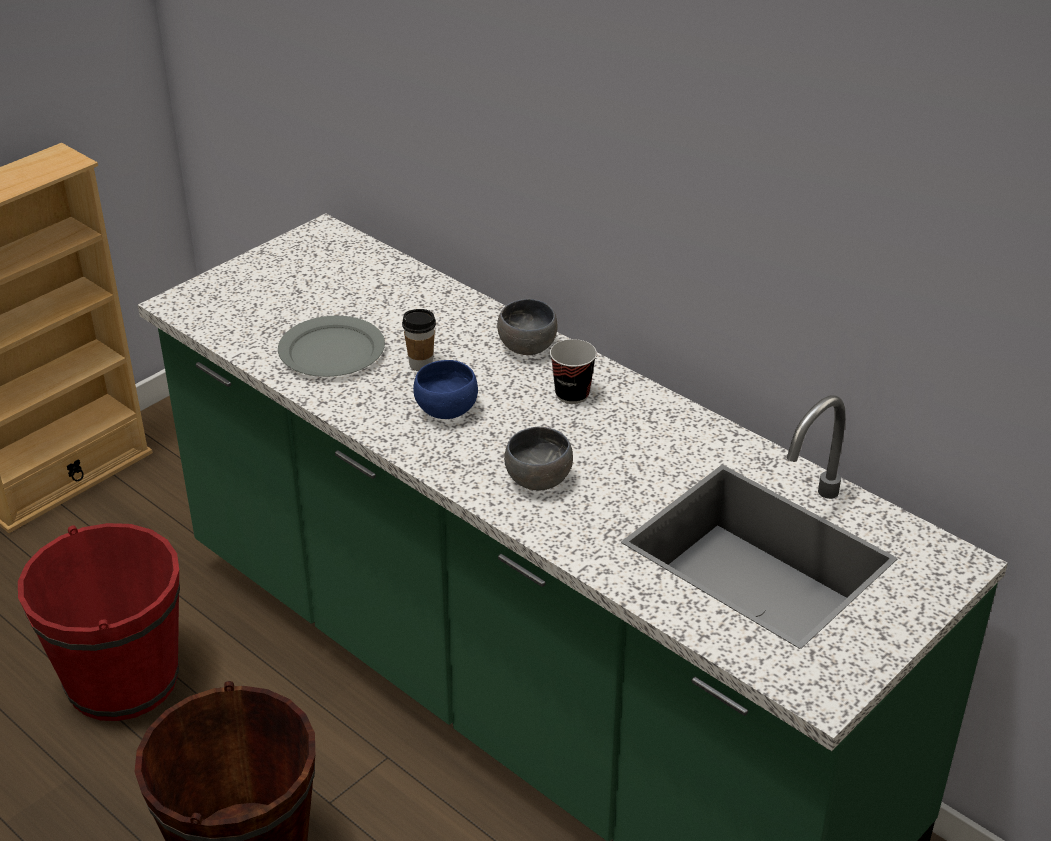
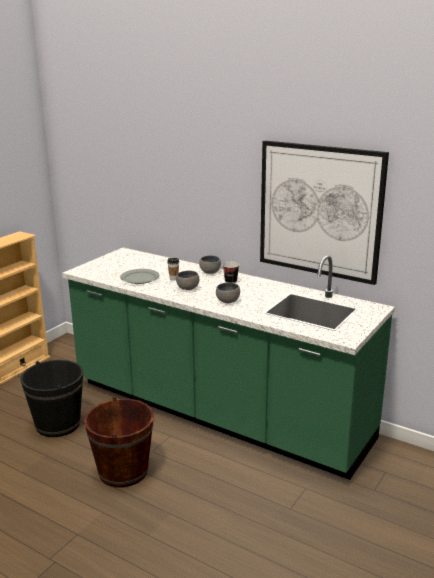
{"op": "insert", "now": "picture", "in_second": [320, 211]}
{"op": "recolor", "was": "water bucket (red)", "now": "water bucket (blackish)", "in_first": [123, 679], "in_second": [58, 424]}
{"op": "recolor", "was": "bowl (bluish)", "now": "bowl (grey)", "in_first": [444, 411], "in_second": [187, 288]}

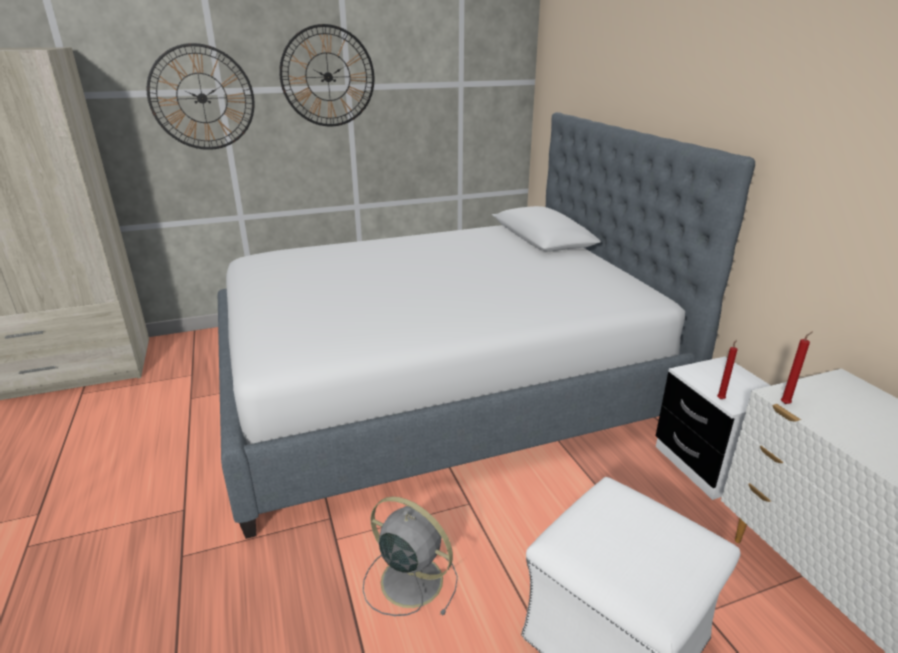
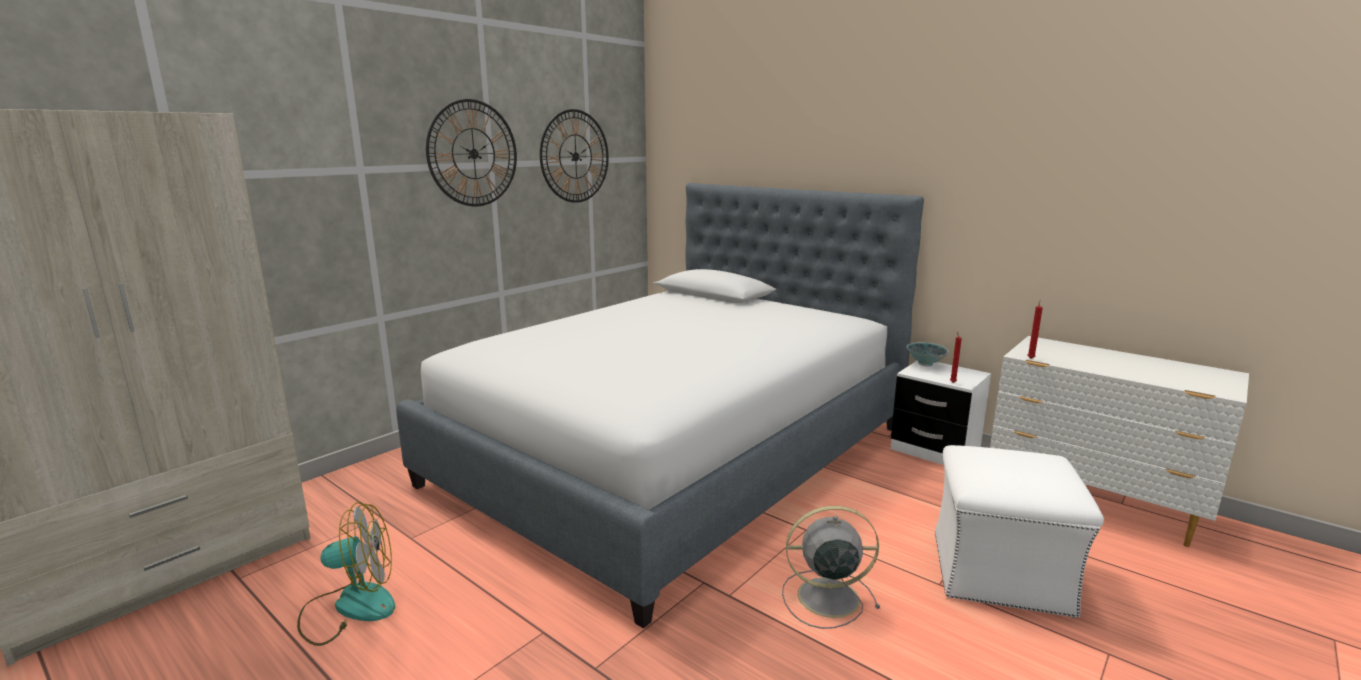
{"op": "insert", "now": "fan", "in_second": [350, 607]}
{"op": "insert", "now": "bowl", "in_second": [925, 364]}
{"op": "move", "was": "clock on the wall", "in_first": [202, 98], "in_second": [575, 156]}

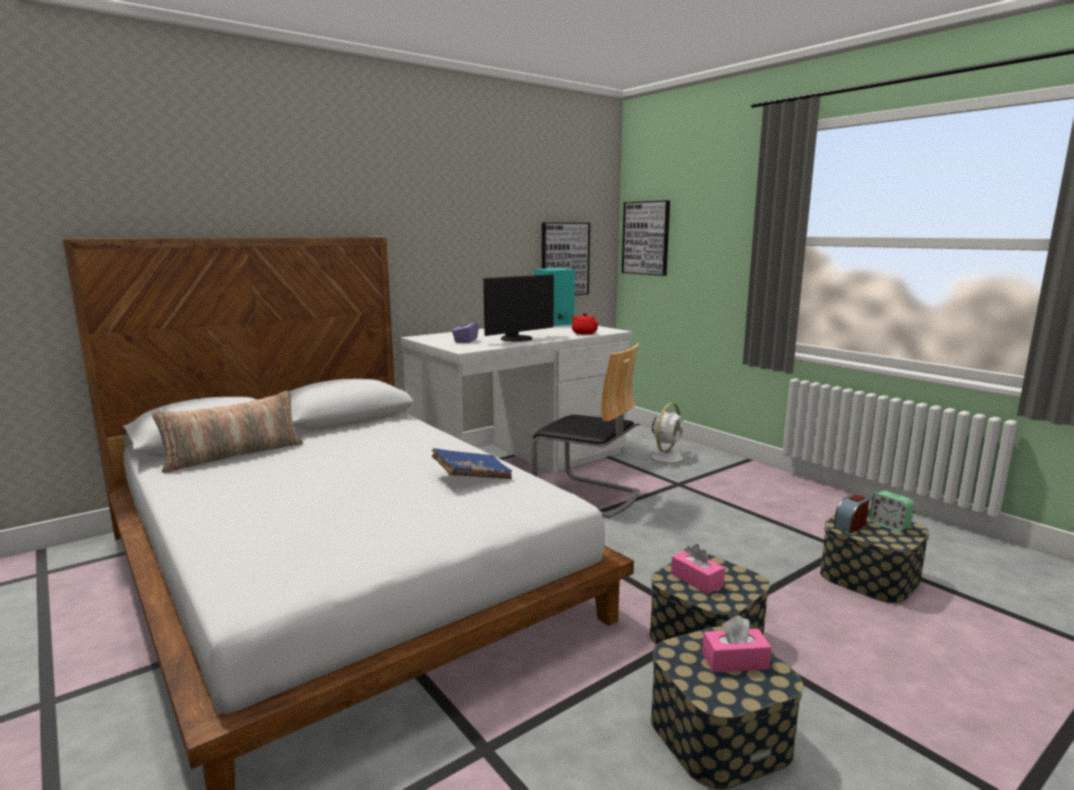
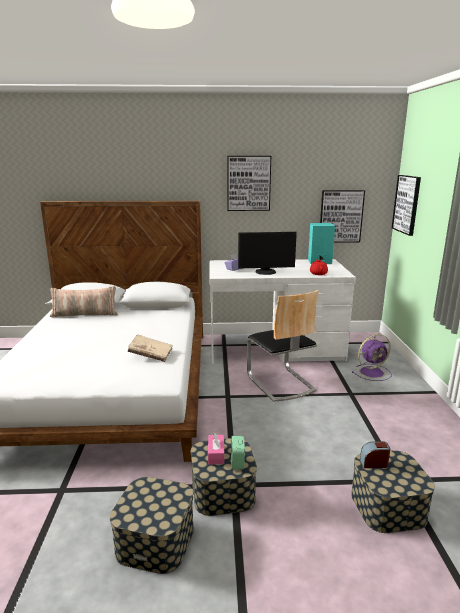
{"op": "delete", "was": "tissue box (pink)", "in_first": [735, 661]}
{"op": "insert", "now": "picture", "in_second": [248, 183]}
{"op": "move", "was": "bedside clock", "in_first": [889, 525], "in_second": [237, 462]}
{"op": "recolor", "was": "book (bluish)", "now": "book (sand-coloured)", "in_first": [472, 476], "in_second": [150, 354]}
{"op": "recolor", "was": "fan (white-coloured)", "now": "fan (purple)", "in_first": [667, 457], "in_second": [372, 372]}

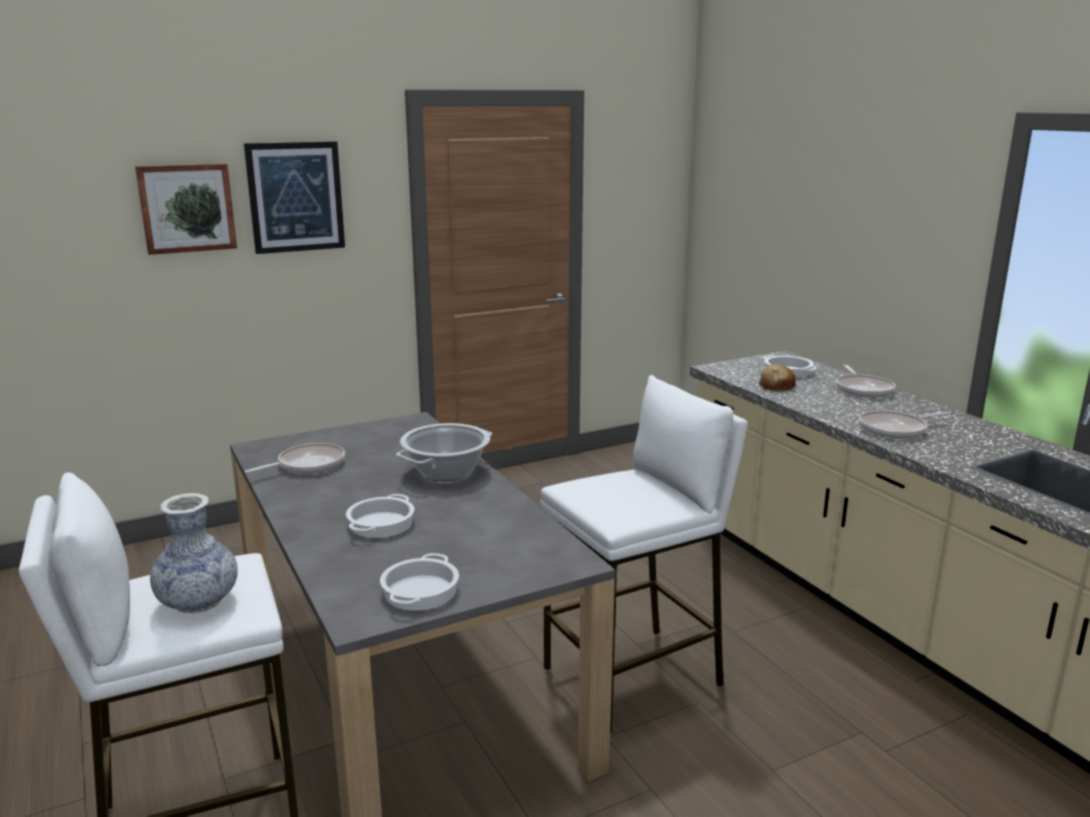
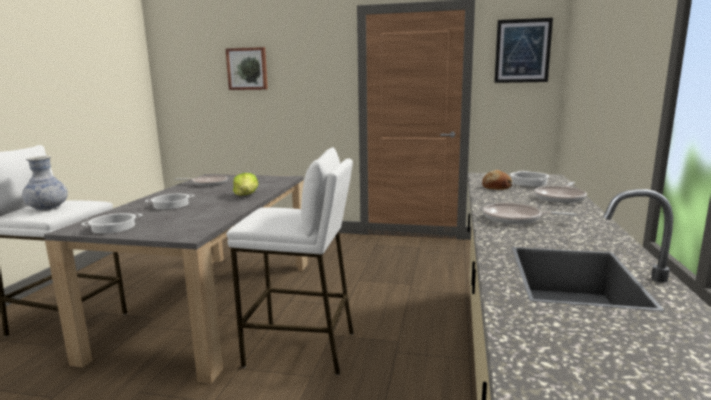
{"op": "move", "was": "picture", "in_first": [295, 197], "in_second": [522, 51]}
{"op": "replace", "was": "cooking pot", "now": "lettuce", "in_first": [446, 471], "in_second": [246, 195]}

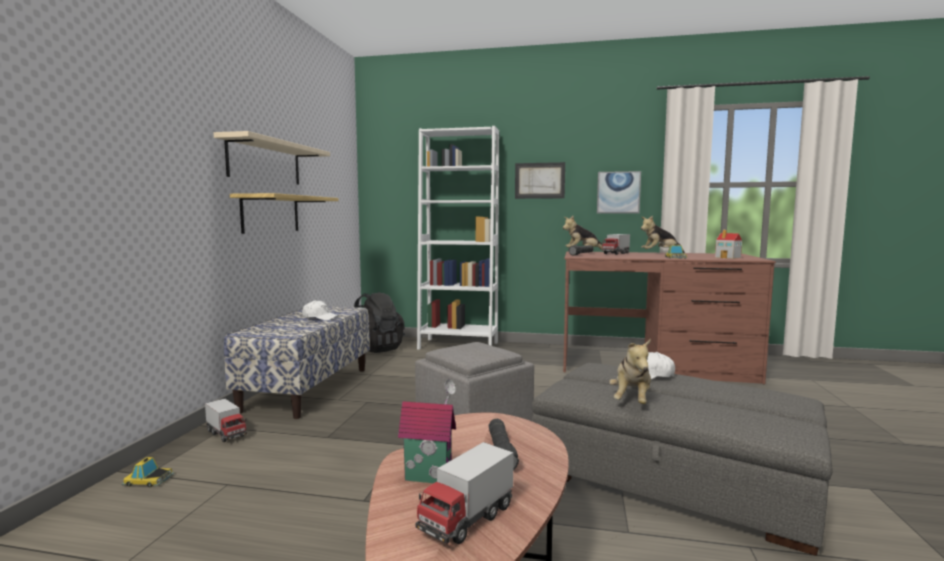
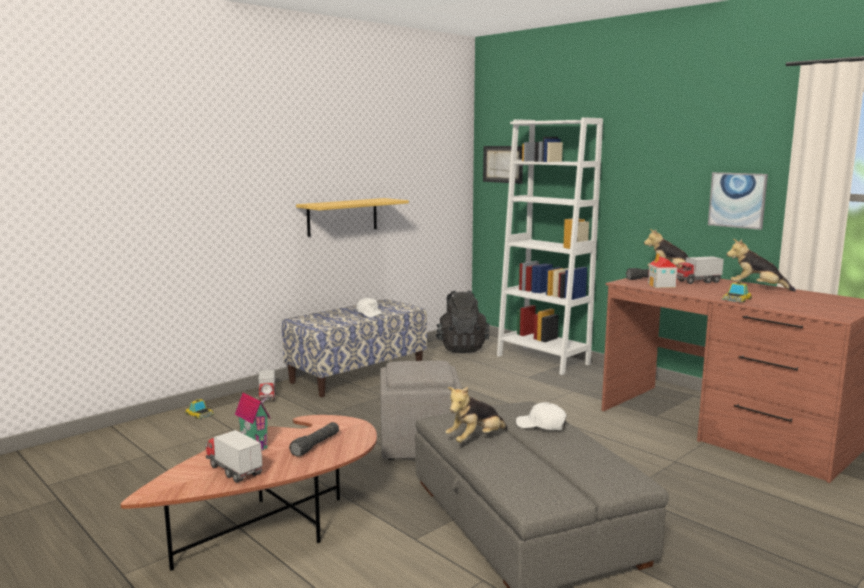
{"op": "delete", "was": "bracket shelf (sand-coloured)", "in_first": [265, 162]}
{"op": "move", "was": "picture", "in_first": [539, 180], "in_second": [503, 164]}
{"op": "move", "was": "model house", "in_first": [728, 257], "in_second": [662, 285]}
{"op": "rotate", "was": "toy lorry", "in_first": [466, 519], "in_second": [234, 470], "clockwise": 60}

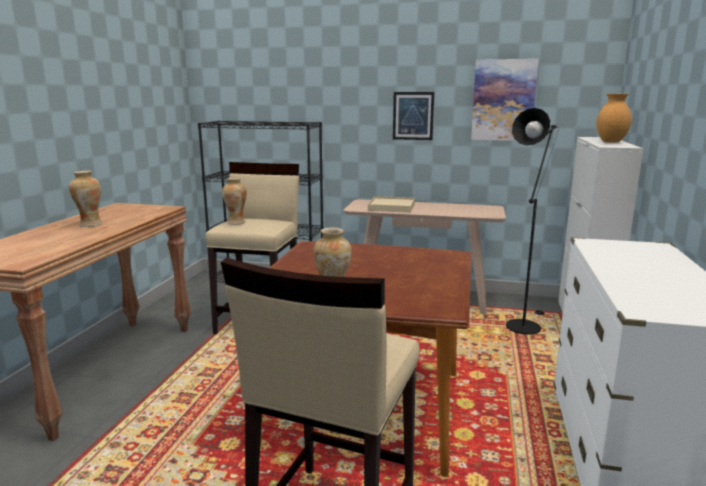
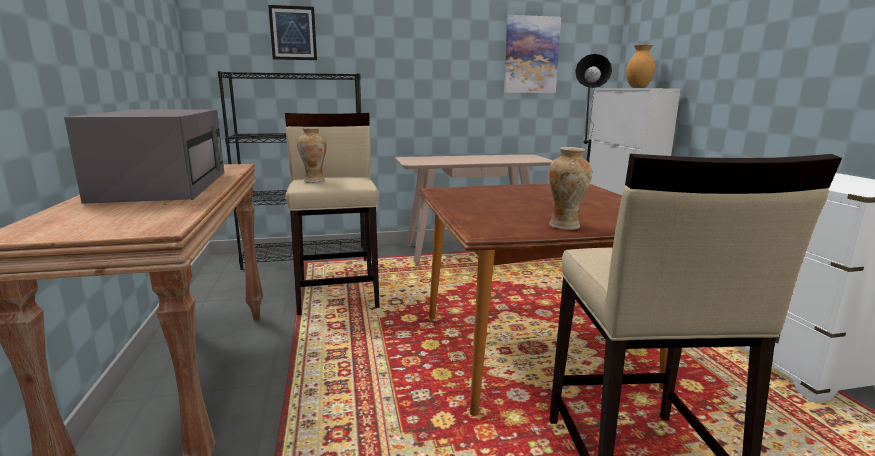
{"op": "delete", "was": "tray (sand-coloured)", "in_first": [391, 207]}
{"op": "move", "was": "picture", "in_first": [413, 116], "in_second": [293, 33]}
{"op": "replace", "was": "vase", "now": "microwave oven (grey)", "in_first": [90, 224], "in_second": [165, 185]}

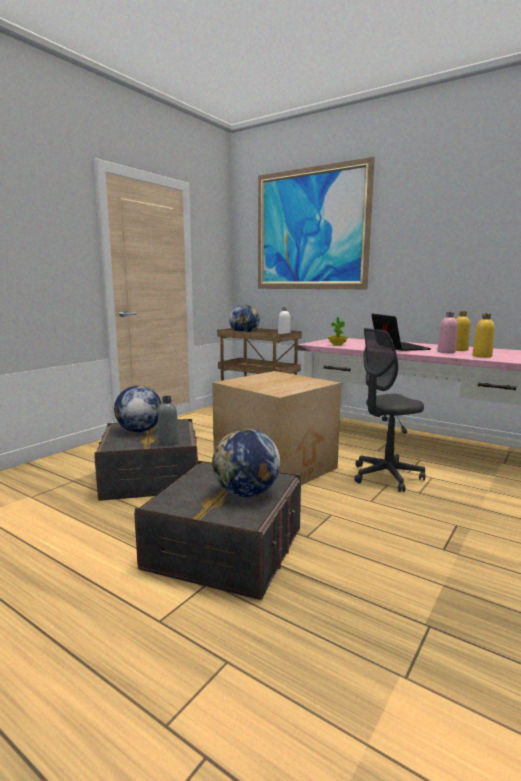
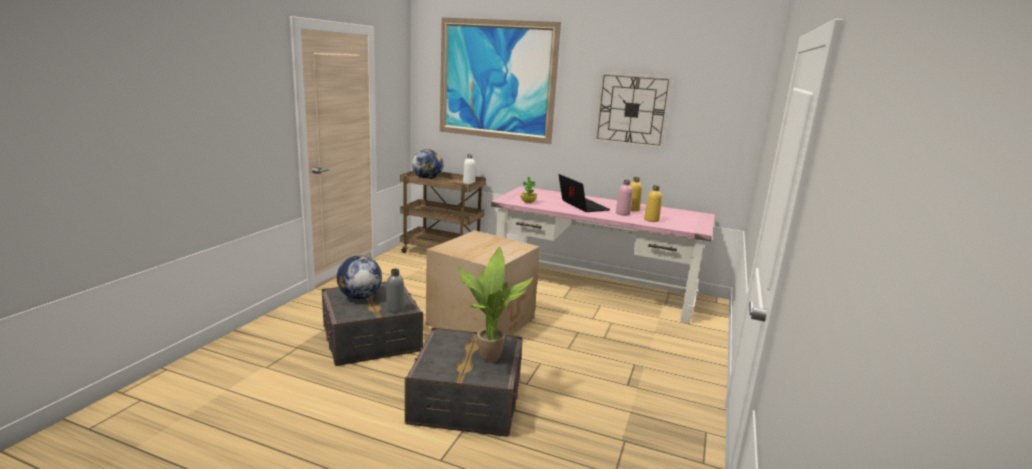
{"op": "delete", "was": "desk chair (grey)", "in_first": [386, 477]}
{"op": "insert", "now": "clock on the wall", "in_second": [632, 110]}
{"op": "replace", "was": "world globe", "now": "potted plant", "in_first": [246, 493], "in_second": [486, 357]}

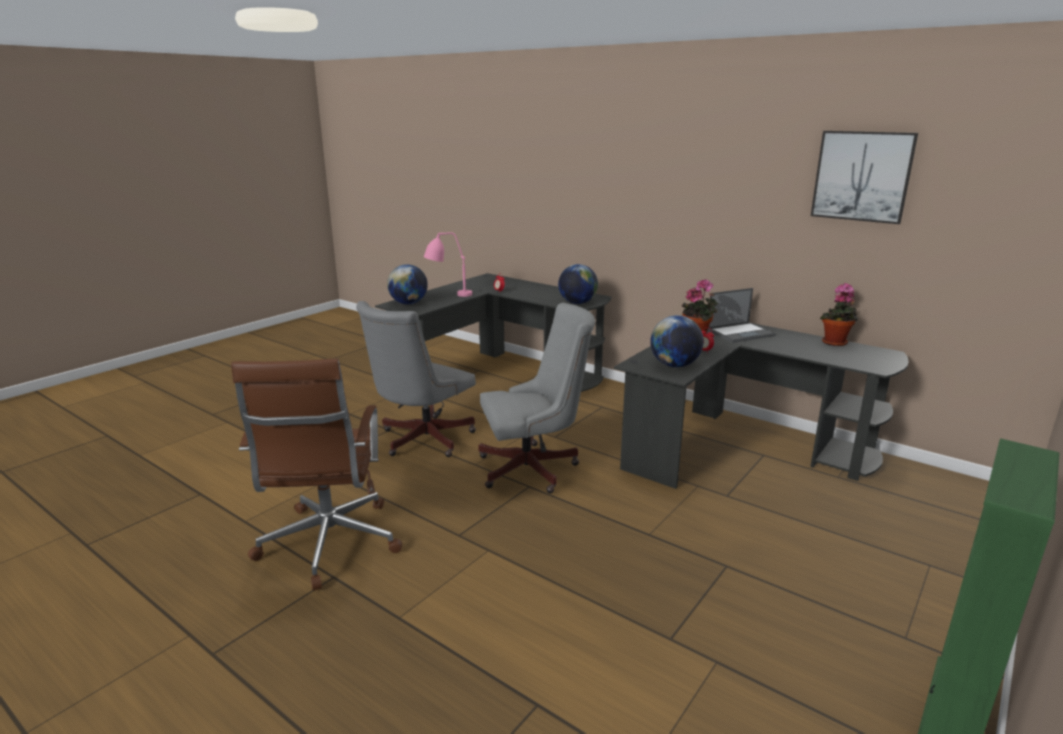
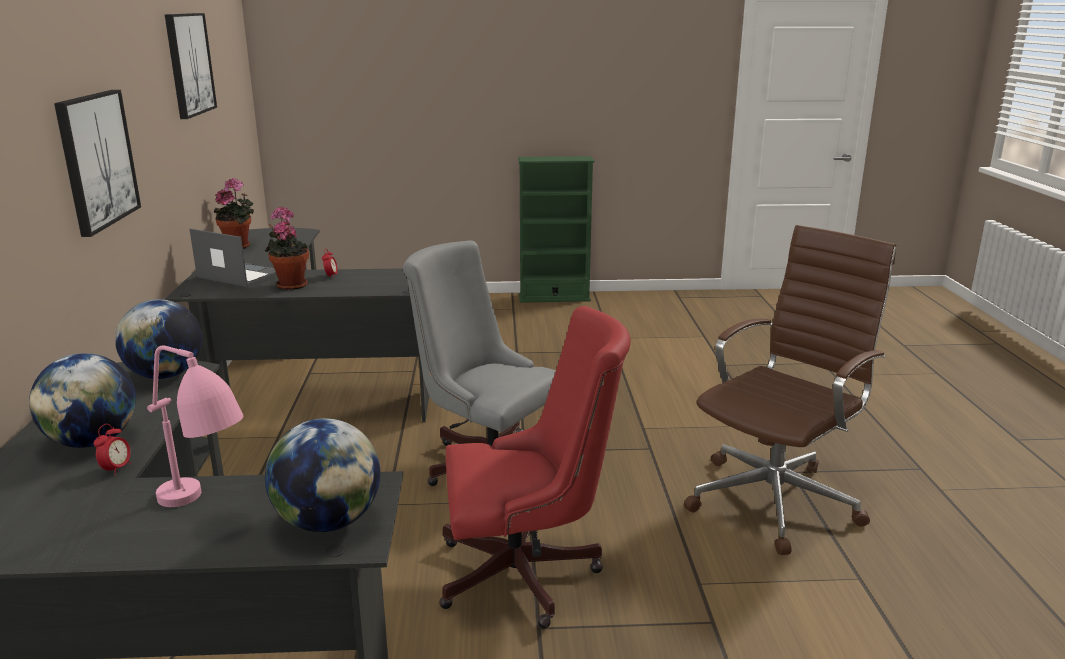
{"op": "insert", "now": "picture", "in_second": [97, 160]}
{"op": "move", "was": "world globe", "in_first": [674, 365], "in_second": [93, 441]}
{"op": "recolor", "was": "desk chair (grey)", "now": "desk chair (red)", "in_first": [421, 440], "in_second": [528, 574]}

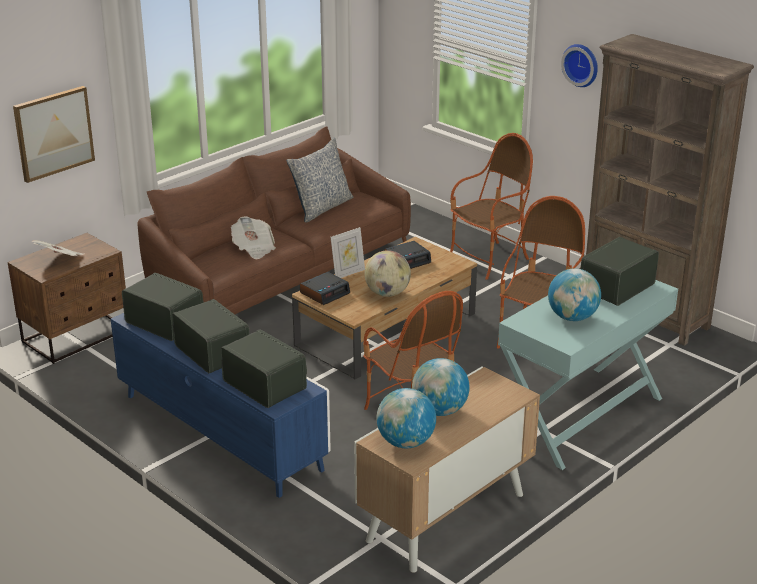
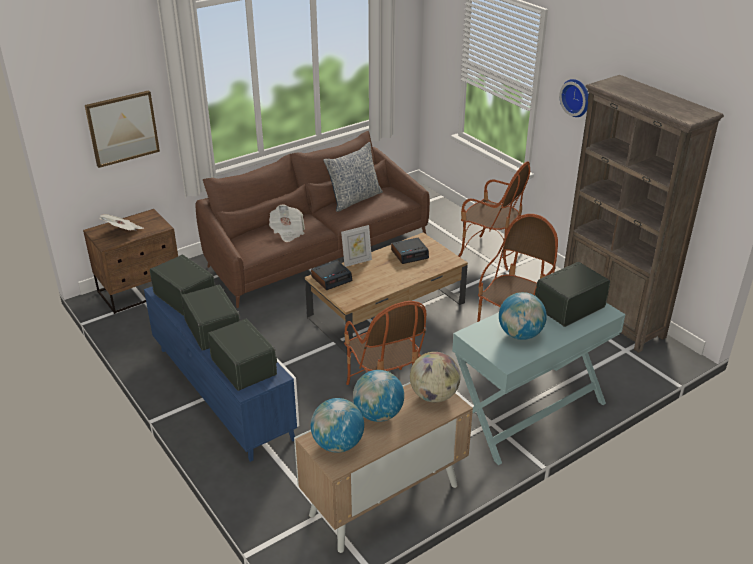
{"op": "move", "was": "world globe", "in_first": [387, 293], "in_second": [434, 396]}
{"op": "rotate", "was": "lounge chair", "in_first": [489, 260], "in_second": [490, 253], "clockwise": 60}

